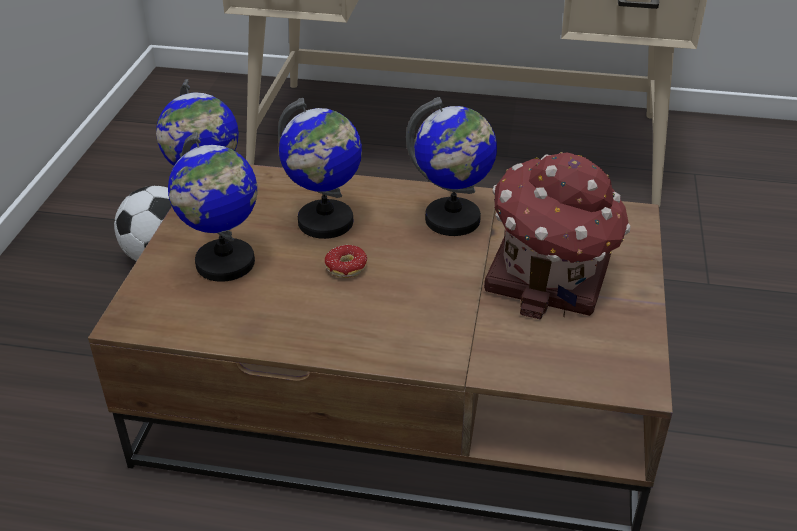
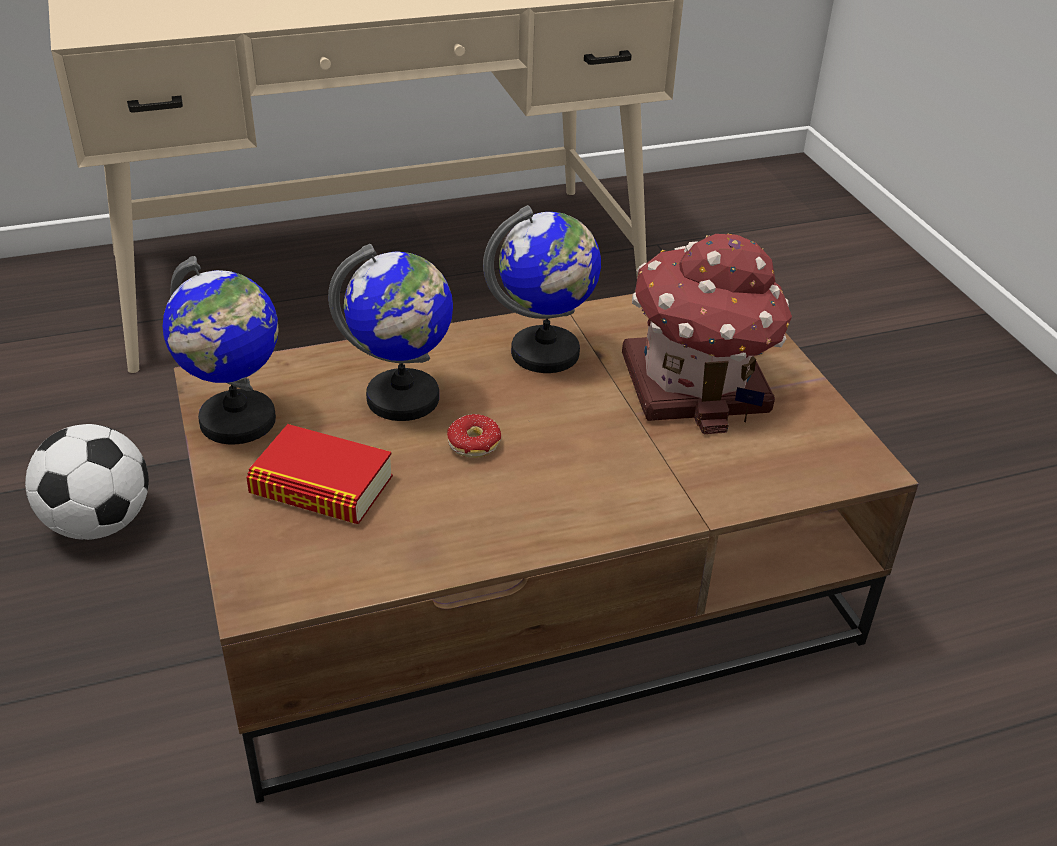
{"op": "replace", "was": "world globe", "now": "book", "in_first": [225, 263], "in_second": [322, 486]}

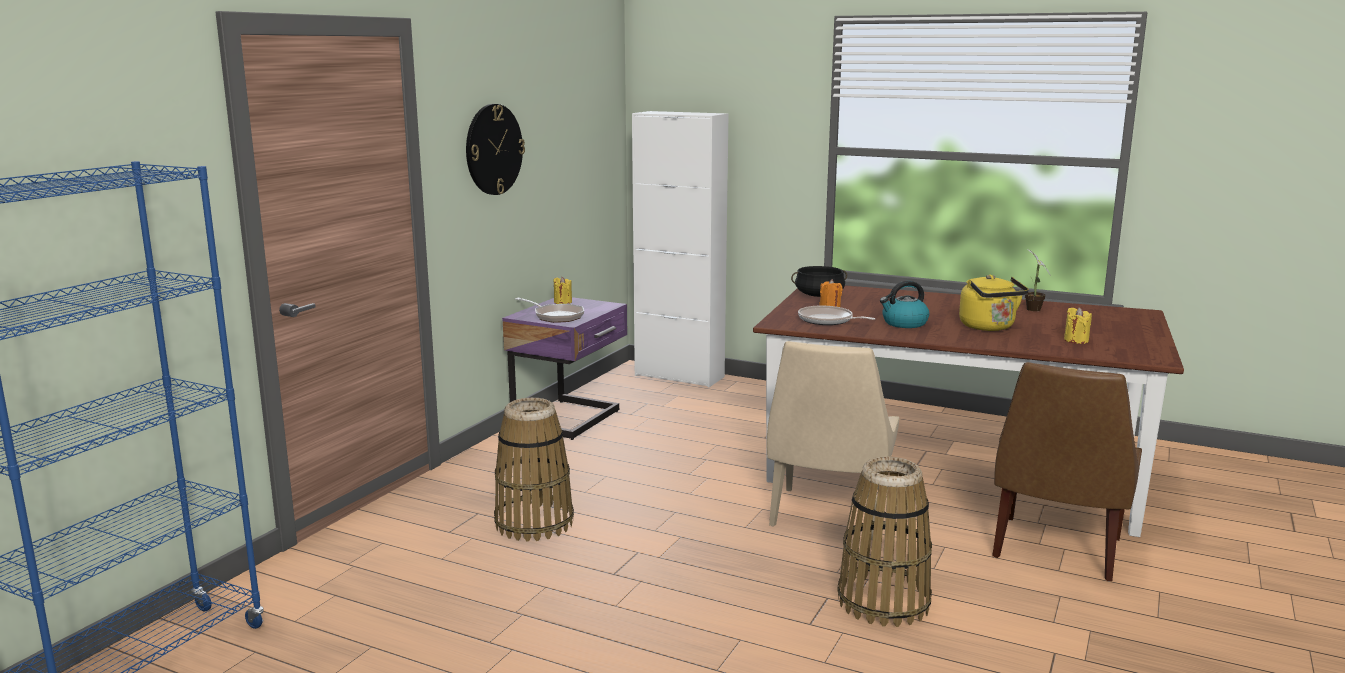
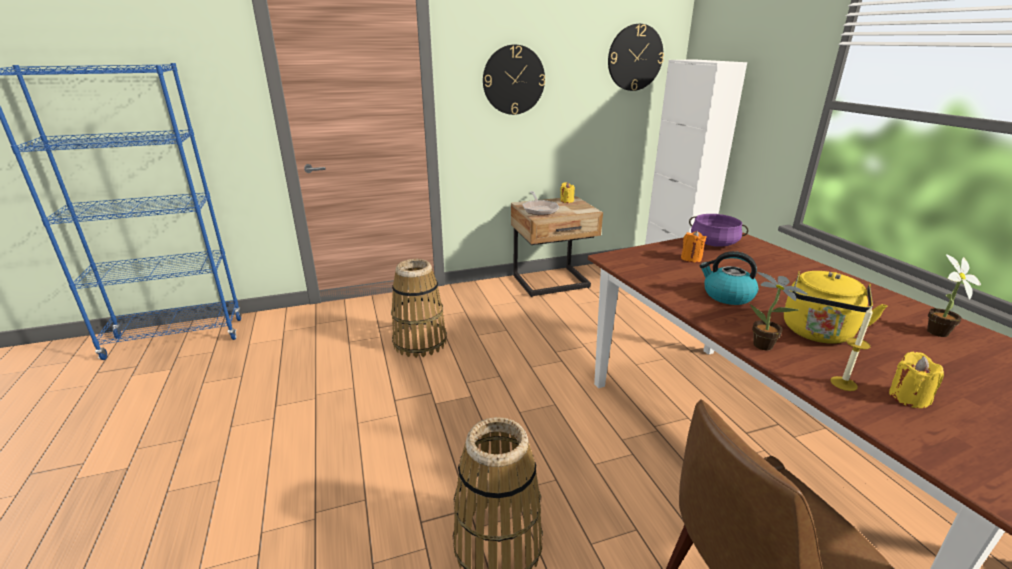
{"op": "delete", "was": "plain chair (sand-coloured)", "in_first": [827, 516]}
{"op": "delete", "was": "pan", "in_first": [828, 321]}
{"op": "insert", "now": "clock on the wall", "in_second": [635, 58]}
{"op": "insert", "now": "potted plant", "in_second": [765, 347]}
{"op": "insert", "now": "wax light", "in_second": [843, 383]}
{"op": "recolor", "was": "nightstand (purple)", "now": "nightstand (sand-coloured)", "in_first": [570, 420], "in_second": [552, 283]}
{"op": "recolor", "was": "cooking pot (blackish)", "now": "cooking pot (purple)", "in_first": [819, 295], "in_second": [714, 243]}

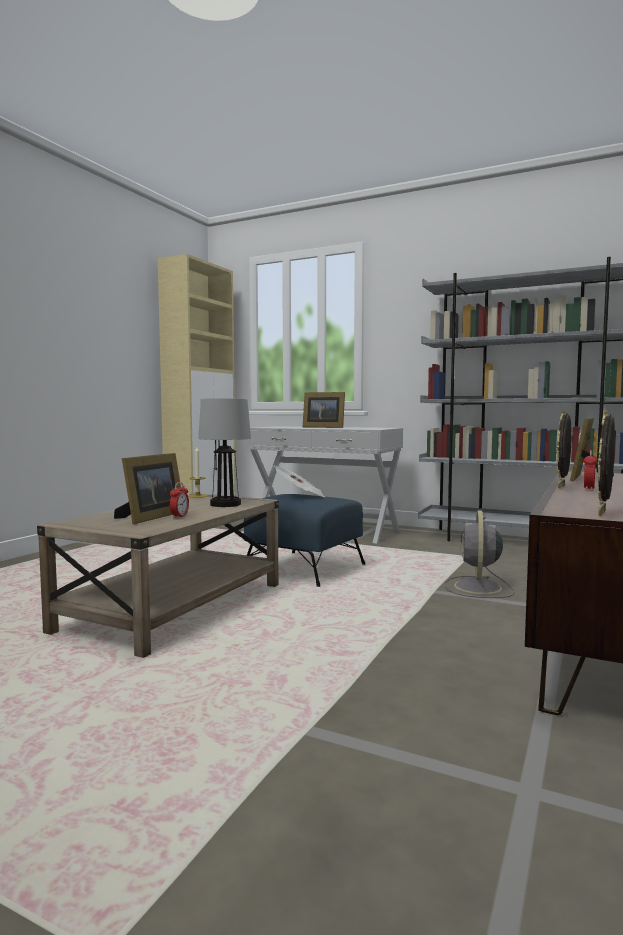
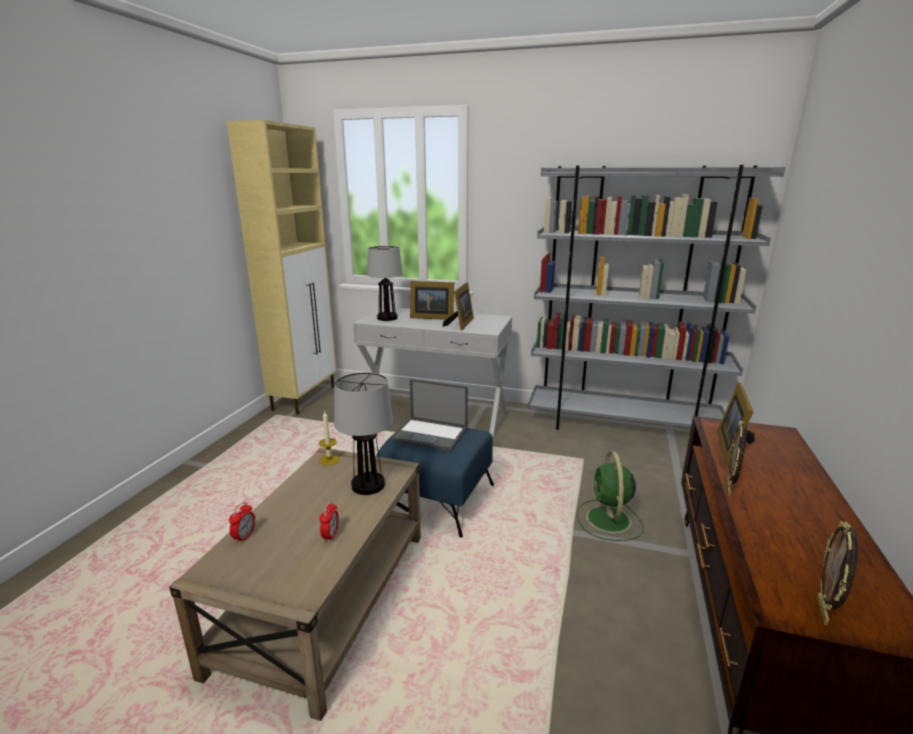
{"op": "insert", "now": "lamp for a table", "in_second": [387, 318]}
{"op": "move", "was": "picture frame", "in_first": [150, 517], "in_second": [461, 324]}
{"op": "move", "was": "bedside clock", "in_first": [589, 488], "in_second": [244, 537]}
{"op": "replace", "was": "daily paper", "now": "laptop", "in_first": [300, 496], "in_second": [431, 434]}
{"op": "recolor", "was": "fan (grey)", "now": "fan (green-coloured)", "in_first": [478, 588], "in_second": [608, 521]}

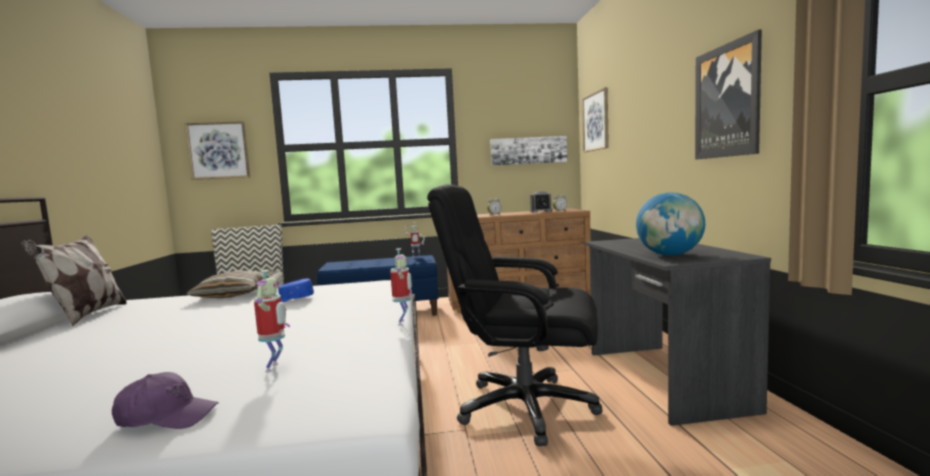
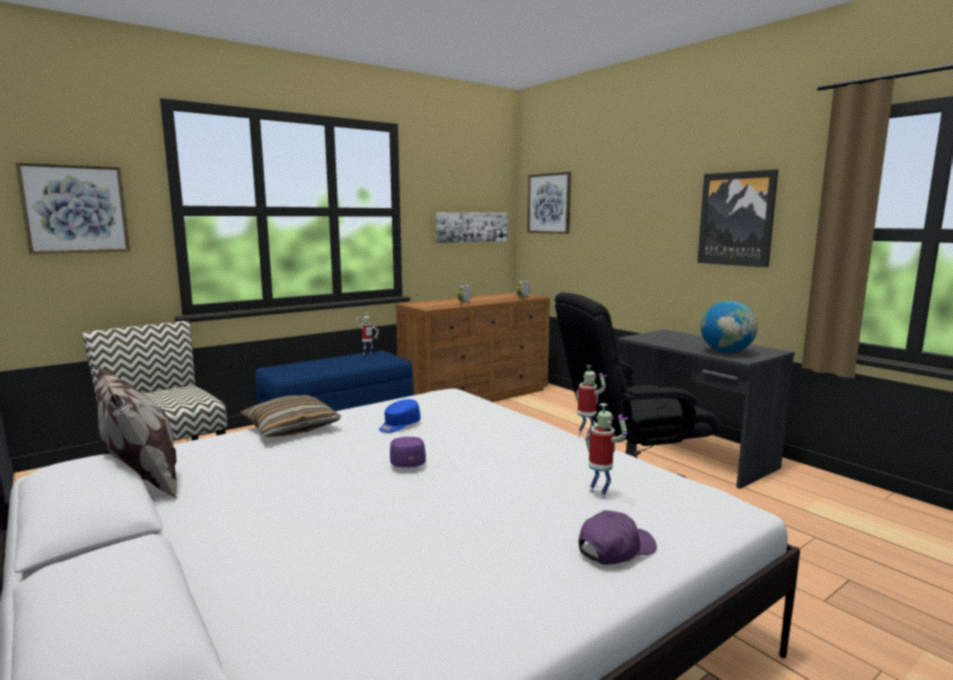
{"op": "delete", "was": "bedside clock", "in_first": [541, 211]}
{"op": "insert", "now": "baseball cap (purple)", "in_second": [406, 462]}

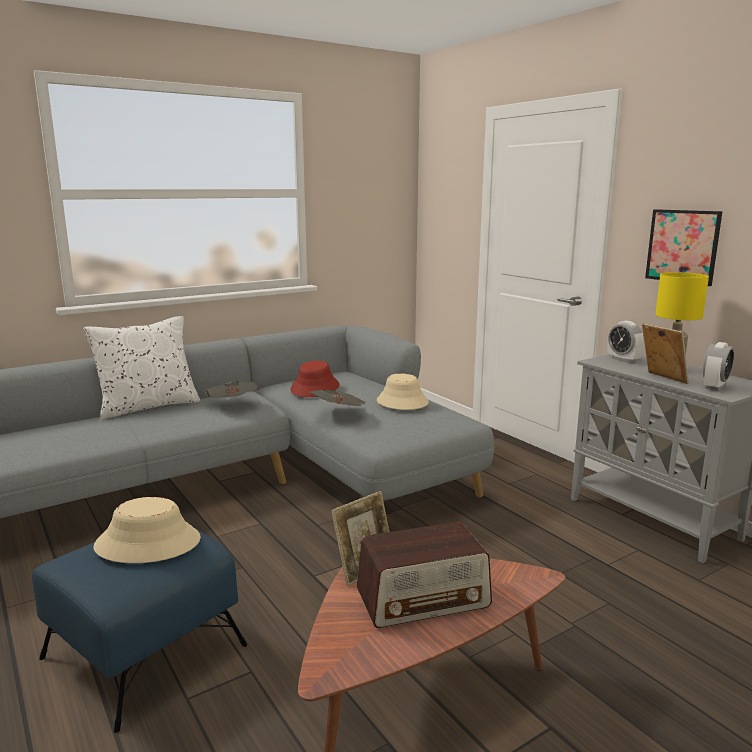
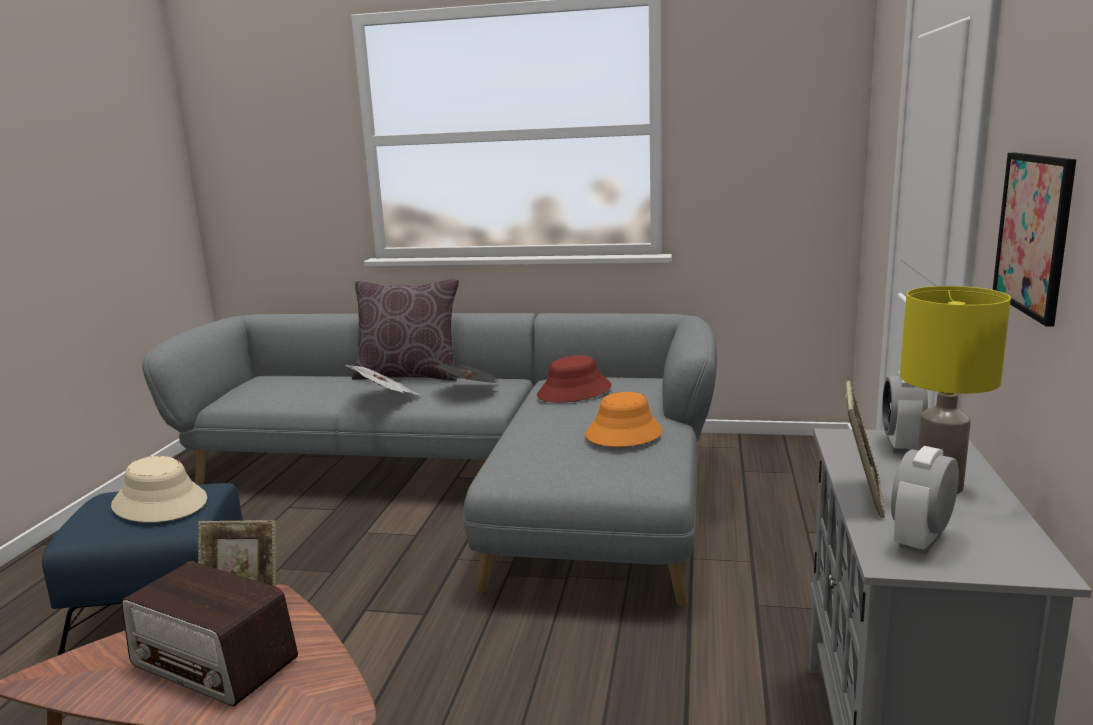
{"op": "move", "was": "daily paper", "in_first": [340, 413], "in_second": [385, 397]}
{"op": "recolor", "was": "cushion (white-coloured)", "now": "cushion (brown-coloured)", "in_first": [148, 406], "in_second": [409, 375]}
{"op": "recolor", "was": "wearable hat (sand-coloured)", "now": "wearable hat (orange-coloured)", "in_first": [402, 402], "in_second": [623, 434]}
{"op": "rotate", "was": "bedside clock", "in_first": [714, 387], "in_second": [920, 540], "clockwise": 135}

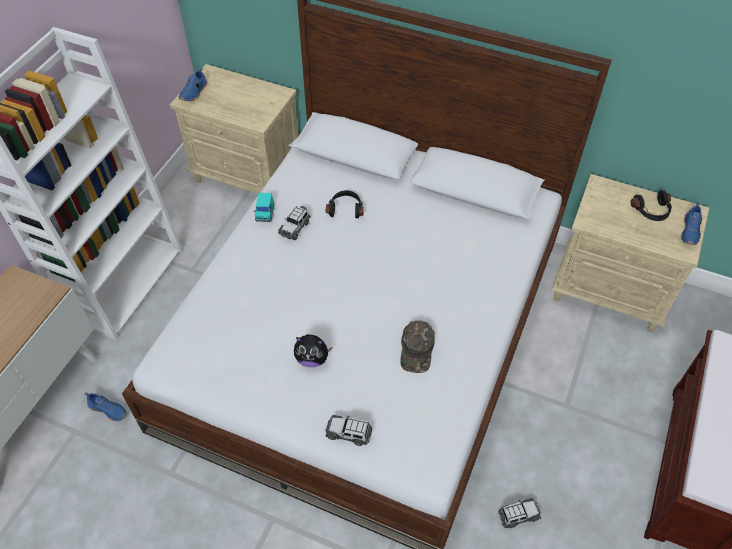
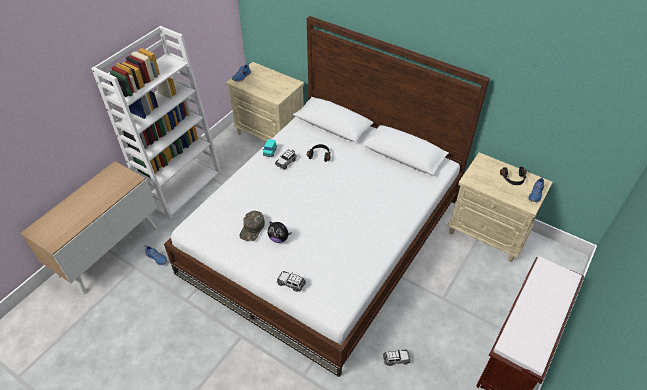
{"op": "move", "was": "baseball cap (green-coloured)", "in_first": [417, 350], "in_second": [252, 228]}

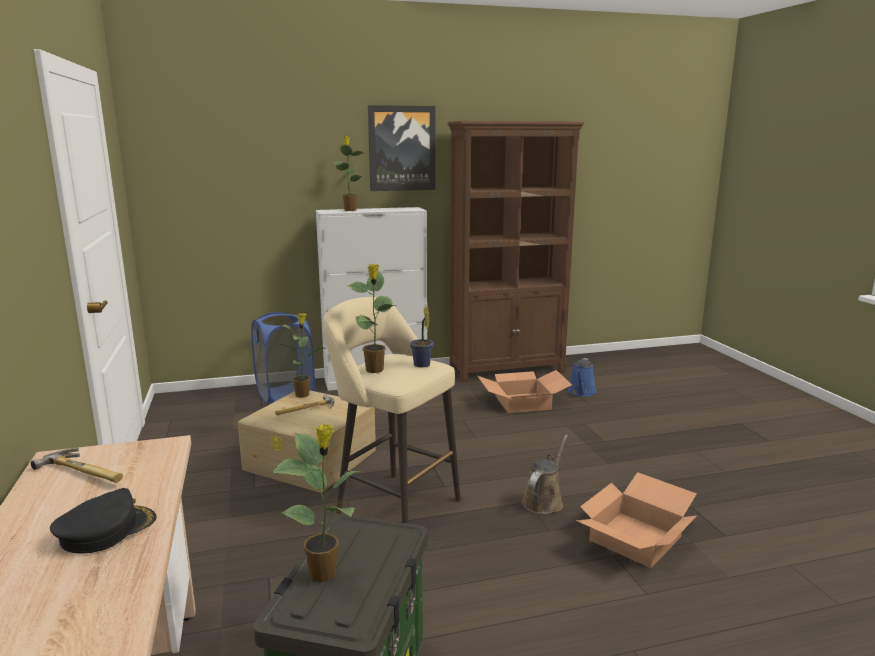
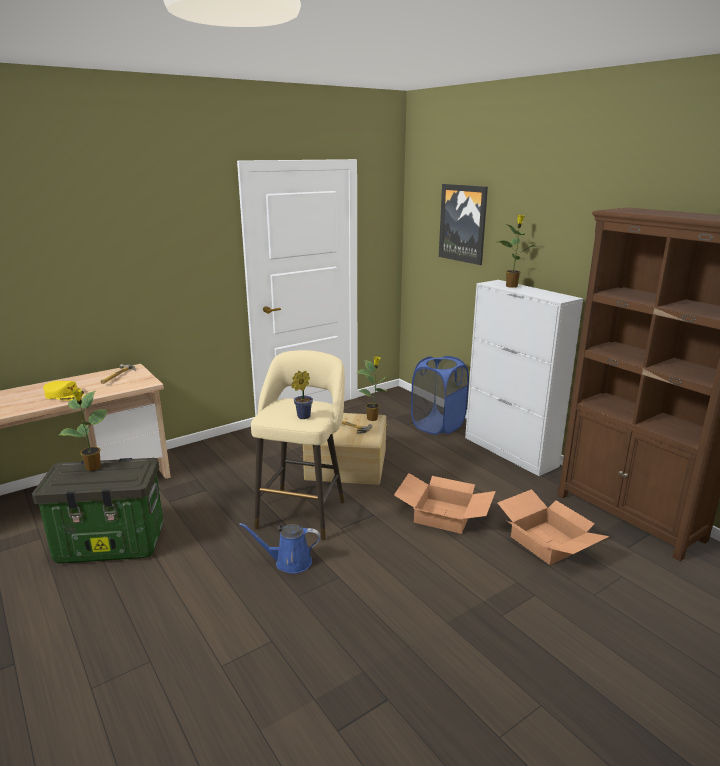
{"op": "delete", "was": "potted plant", "in_first": [375, 370]}
{"op": "delete", "was": "watering pot (brown-coloured)", "in_first": [544, 501]}
{"op": "move", "was": "picture", "in_first": [402, 148], "in_second": [463, 223]}
{"op": "move", "was": "watering pot (bluish)", "in_first": [581, 392], "in_second": [289, 562]}
{"op": "move", "was": "cardboard box", "in_first": [635, 539], "in_second": [442, 515]}
{"op": "recolor", "was": "baseball cap (blackish)", "now": "baseball cap (yellow)", "in_first": [106, 530], "in_second": [64, 394]}

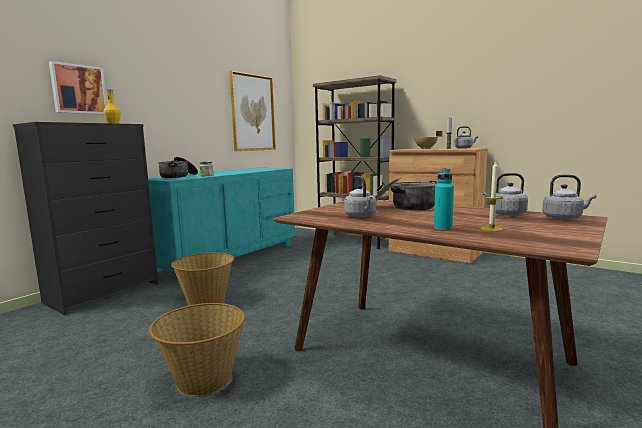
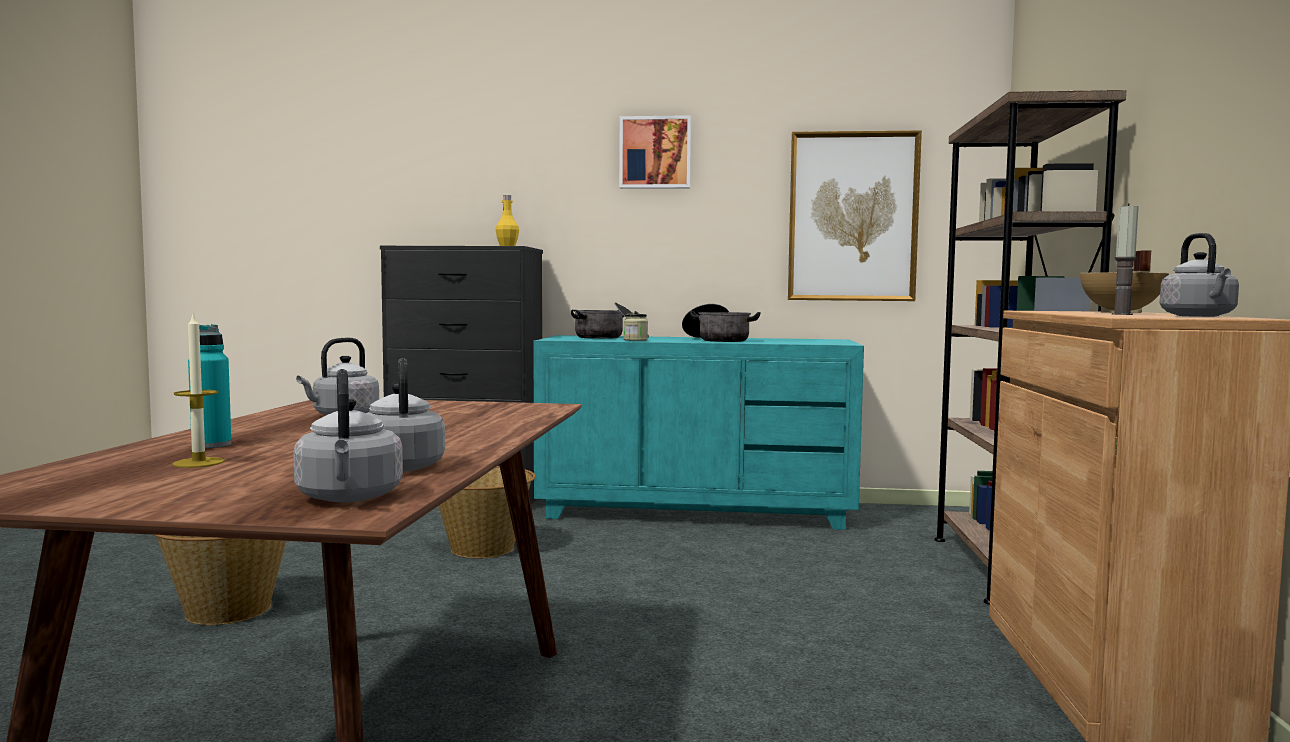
{"op": "move", "was": "picture", "in_first": [78, 89], "in_second": [655, 153]}
{"op": "move", "was": "cooking pot", "in_first": [403, 207], "in_second": [717, 340]}

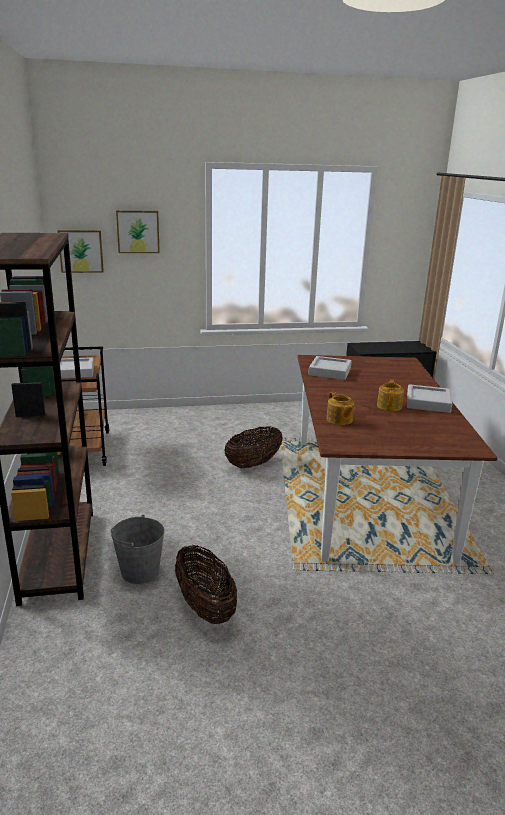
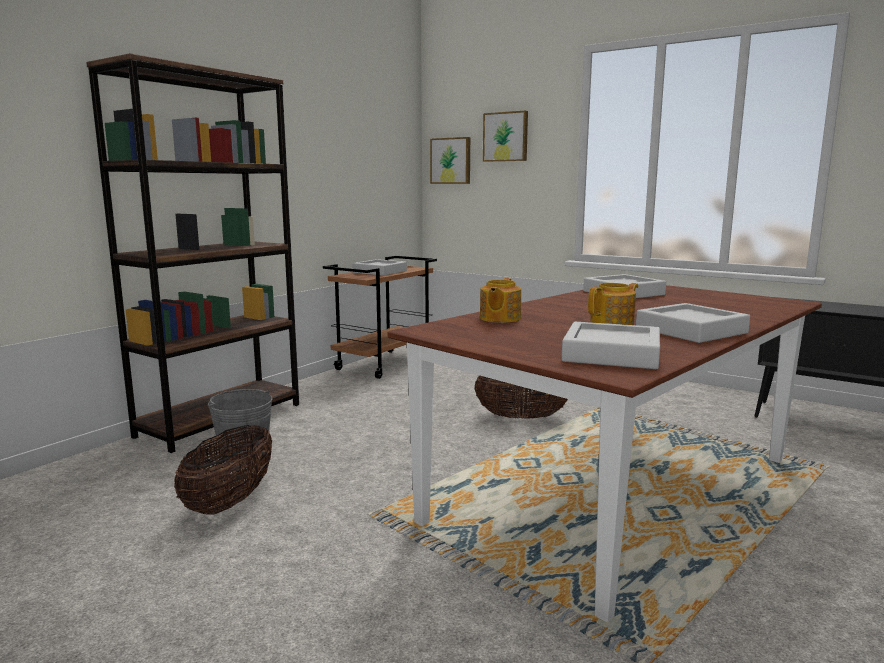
{"op": "insert", "now": "tray (grey)", "in_second": [611, 354]}

